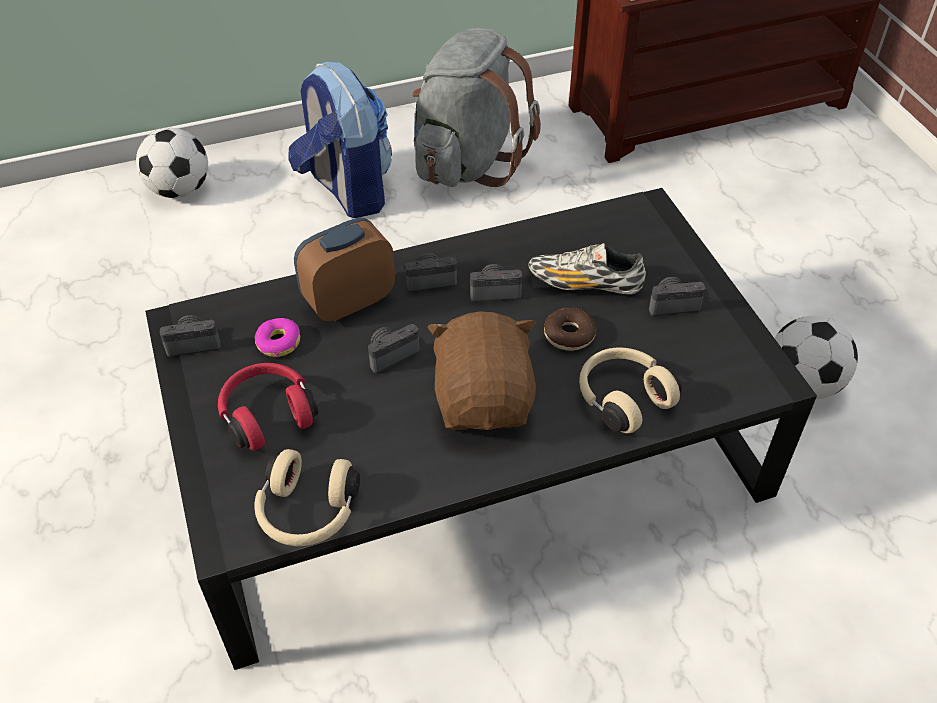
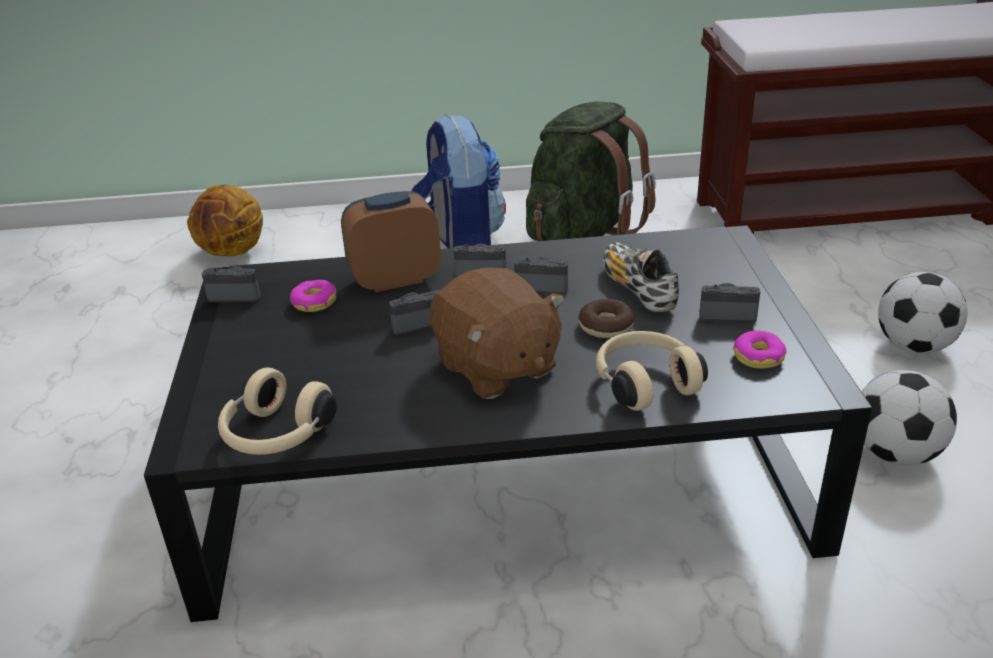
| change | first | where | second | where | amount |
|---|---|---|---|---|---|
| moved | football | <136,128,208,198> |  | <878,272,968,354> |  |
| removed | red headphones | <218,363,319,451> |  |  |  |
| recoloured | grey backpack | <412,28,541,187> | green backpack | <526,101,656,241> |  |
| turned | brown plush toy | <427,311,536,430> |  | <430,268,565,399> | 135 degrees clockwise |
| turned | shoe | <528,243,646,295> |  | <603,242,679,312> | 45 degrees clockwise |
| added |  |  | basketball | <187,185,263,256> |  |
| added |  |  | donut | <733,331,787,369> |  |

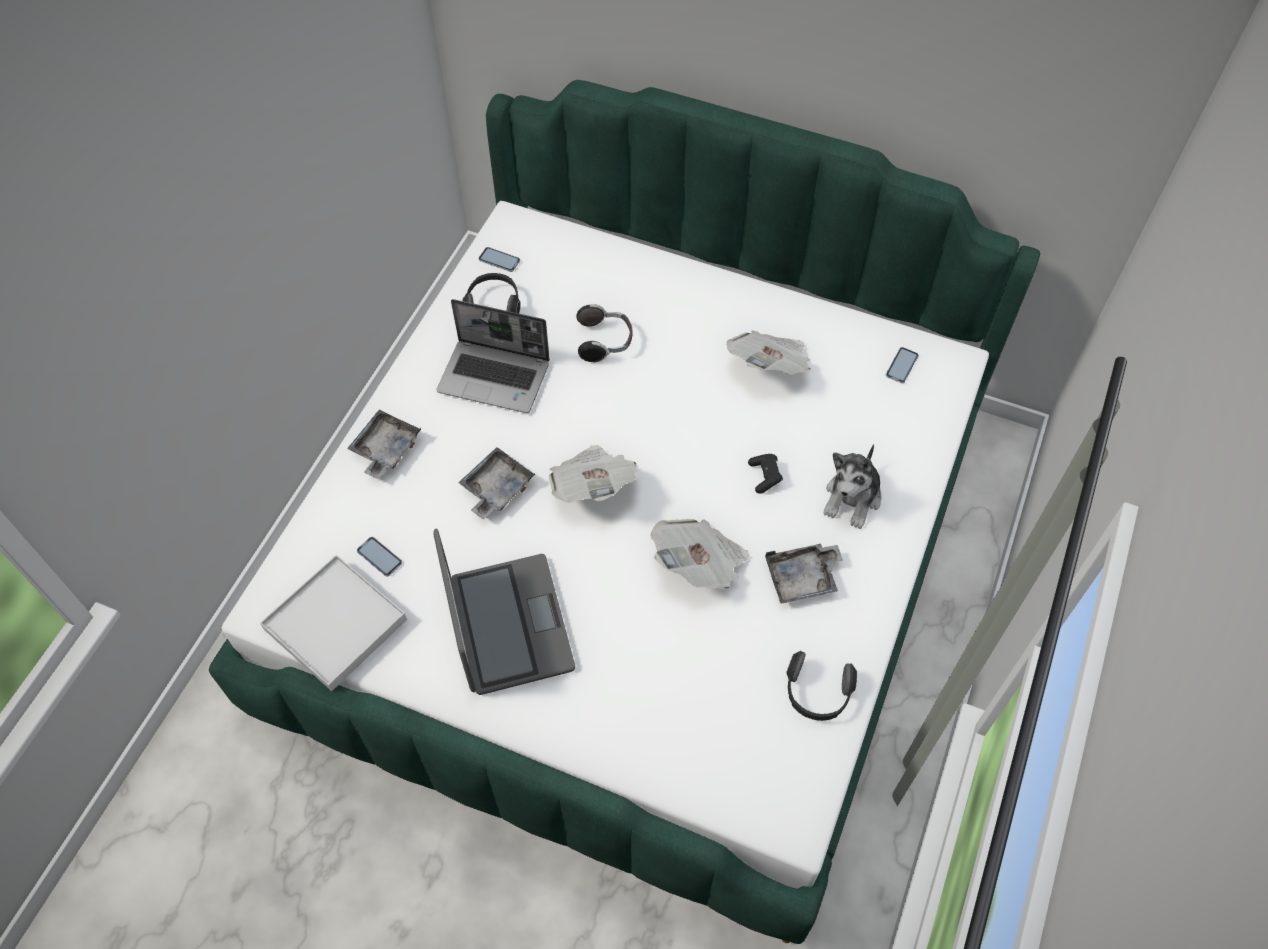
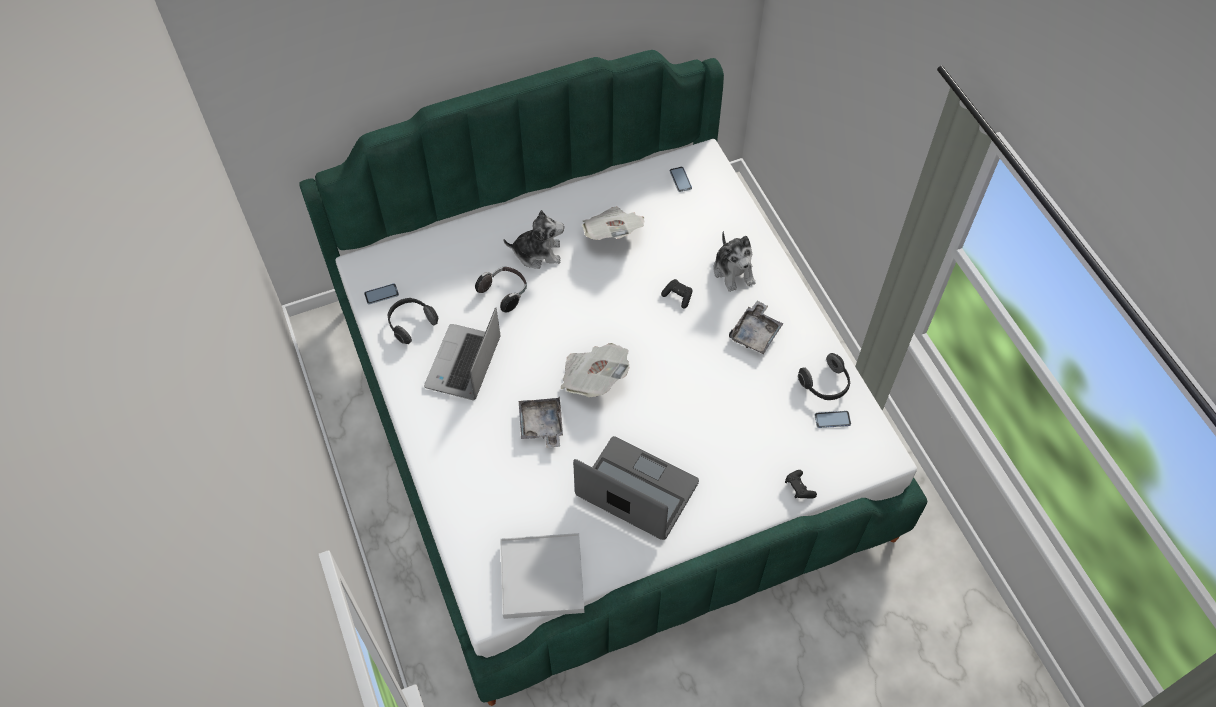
| change | first | where | second | where | amount |
|---|---|---|---|---|---|
| removed | grey tray | <347,410,421,479> |  |  |  |
| moved | phone | <357,537,402,577> |  | <814,411,851,428> |  |
| turned | laptop | <437,299,550,413> |  | <424,307,501,400> | 135 degrees clockwise |
| removed | newspaper | <651,519,749,589> |  |  |  |
| added |  |  | plush toy | <503,210,564,269> |  |
| added |  |  | black game controller | <785,470,817,499> |  |

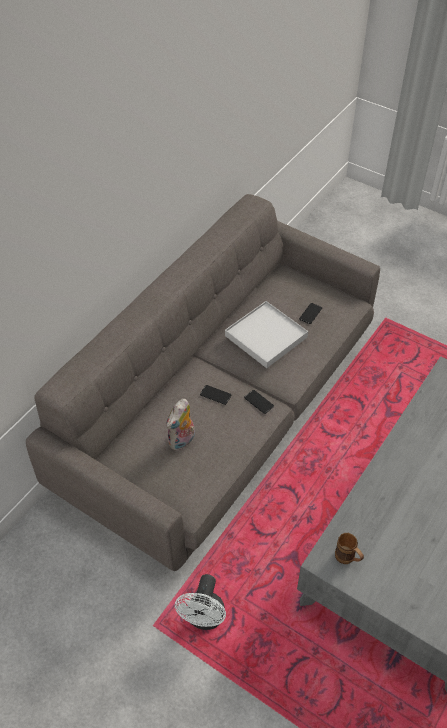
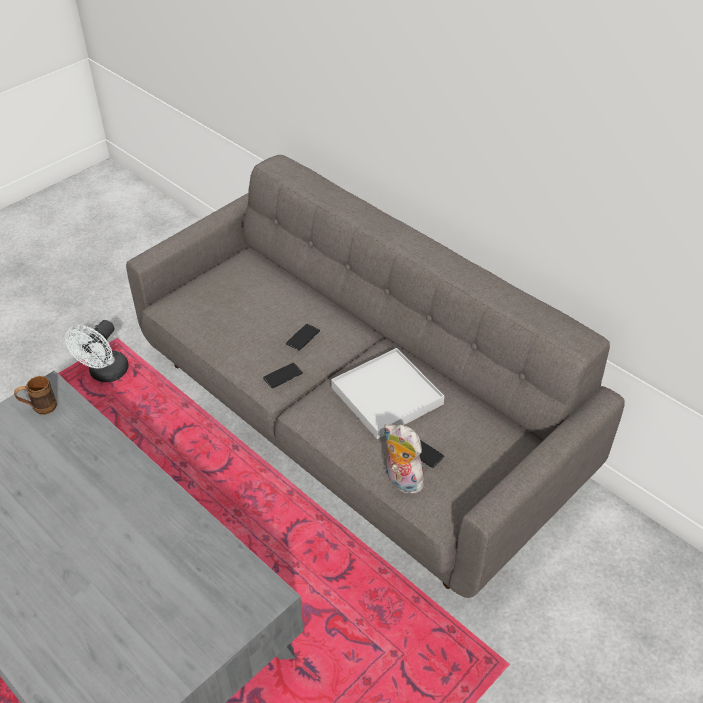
| change | first | where | second | where | amount |
|---|---|---|---|---|---|
| moved | plush toy | <167,399,195,451> |  | <384,424,424,494> |  |
| turned | white fan | <175,574,226,630> |  | <65,320,129,382> | 90 degrees counterclockwise |

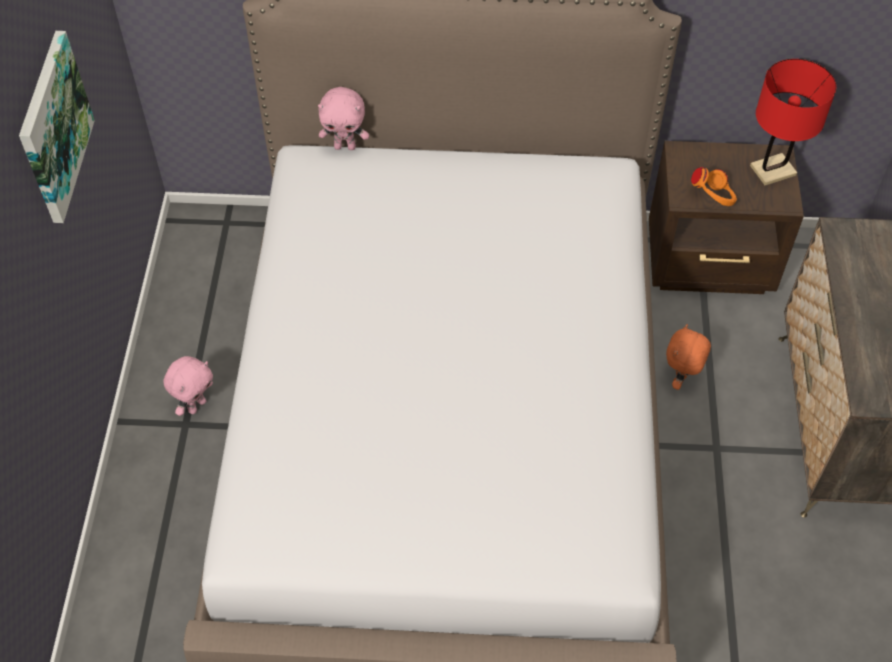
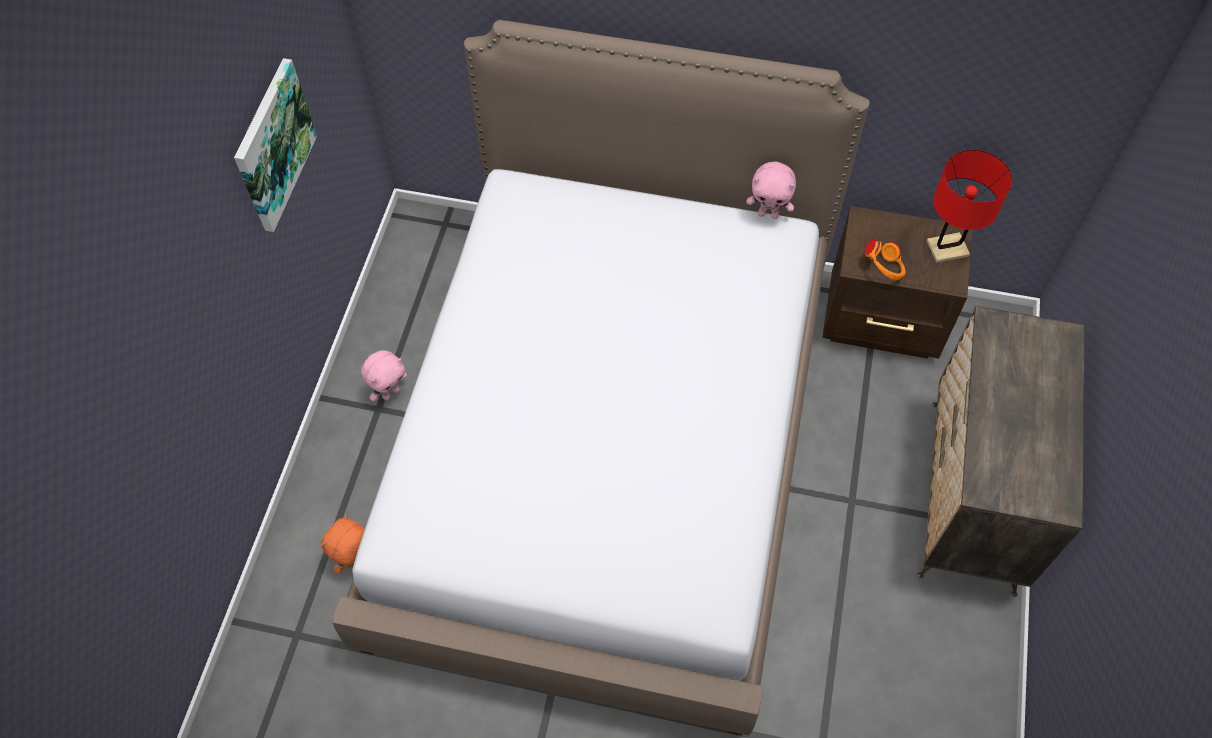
| change | first | where | second | where | amount |
|---|---|---|---|---|---|
| moved | pink plush toy | <318,87,369,150> |  | <746,162,796,219> |  |
| moved | orange plush toy | <666,324,711,390> |  | <321,514,365,574> |  |

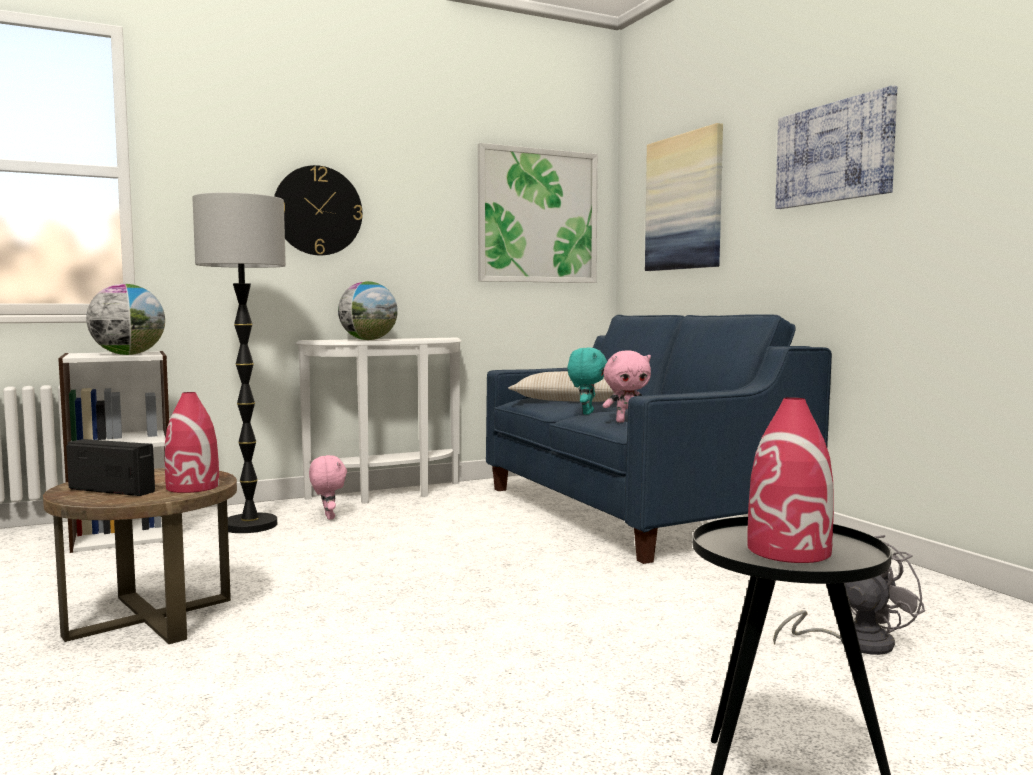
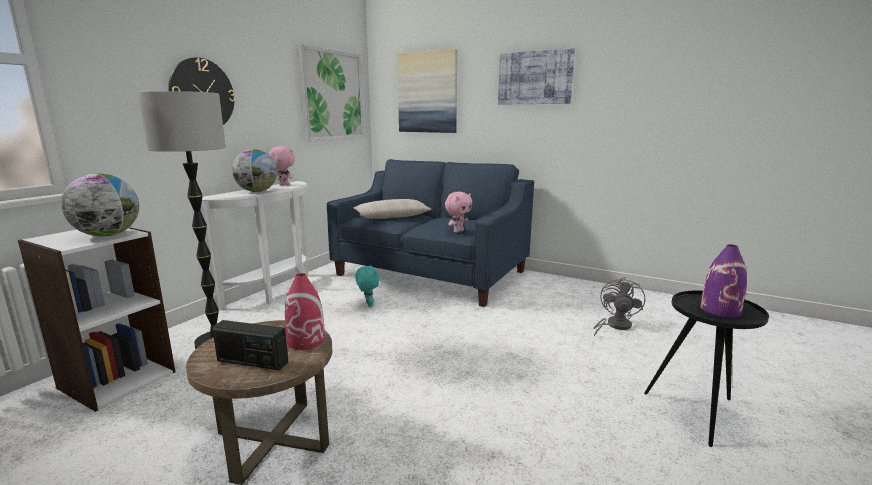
| change | first | where | second | where | amount |
|---|---|---|---|---|---|
| turned | radio | <66,439,155,496> |  | <213,320,288,370> | 150 degrees counterclockwise |
| moved | pink plush toy | <309,455,347,520> |  | <268,146,295,186> |  |
| moved | turquoise plush toy | <567,347,607,415> |  | <355,265,380,307> |  |
| recoloured | red vase | <747,397,834,563> | purple vase | <700,244,747,318> |  |

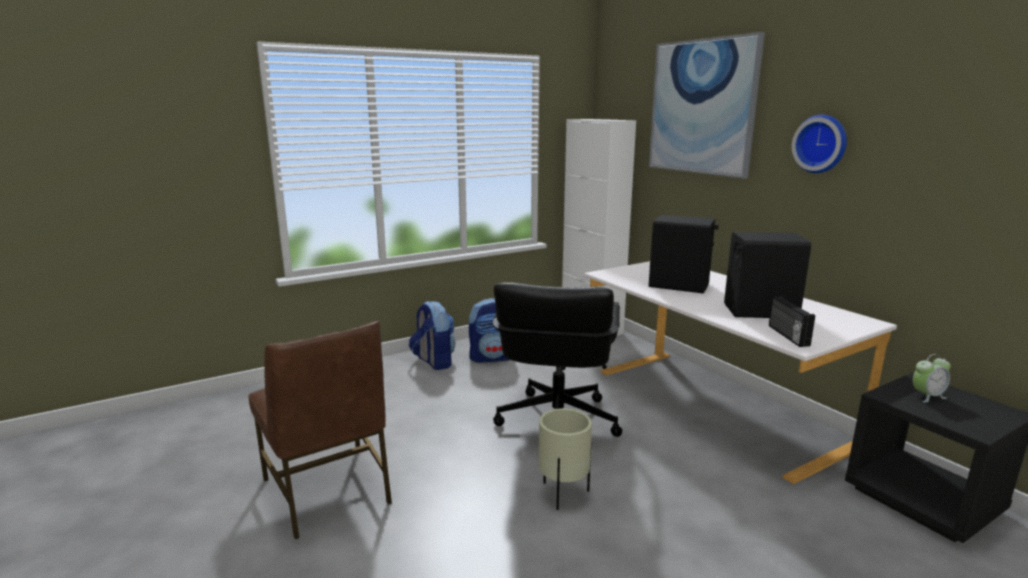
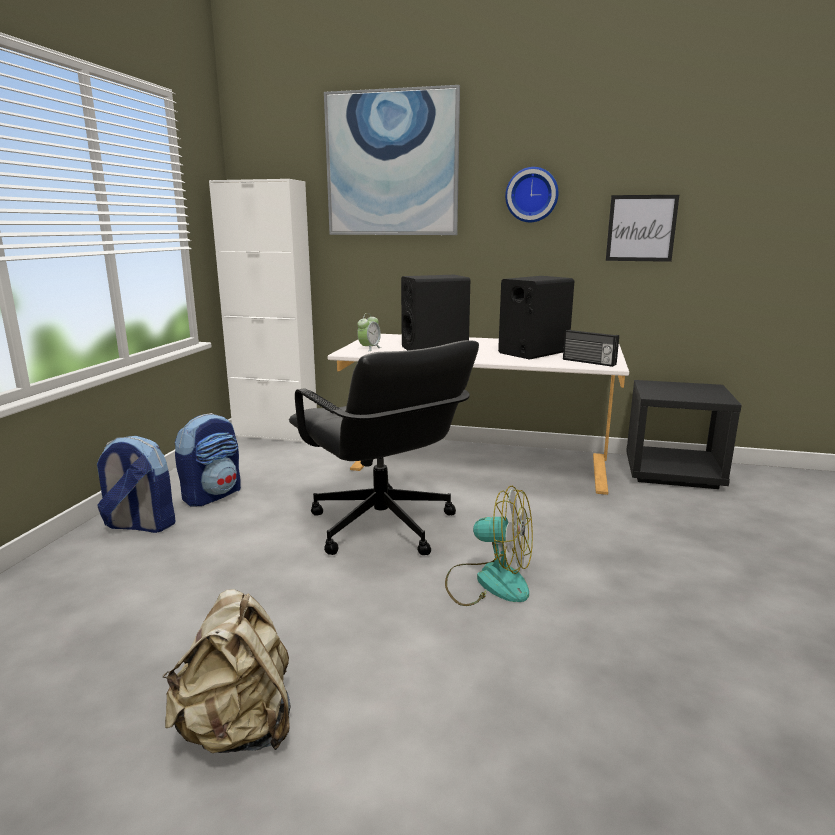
| change | first | where | second | where | amount |
|---|---|---|---|---|---|
| replaced | brown chair | <248,321,392,539> | beige backpack | <163,589,291,753> |  |
| replaced | beige planter | <539,408,592,510> | fan | <445,486,533,606> |  |
| moved | alarm clock | <913,354,951,403> |  | <357,313,381,352> |  |
| added |  |  | picture | <606,195,679,262> |  |

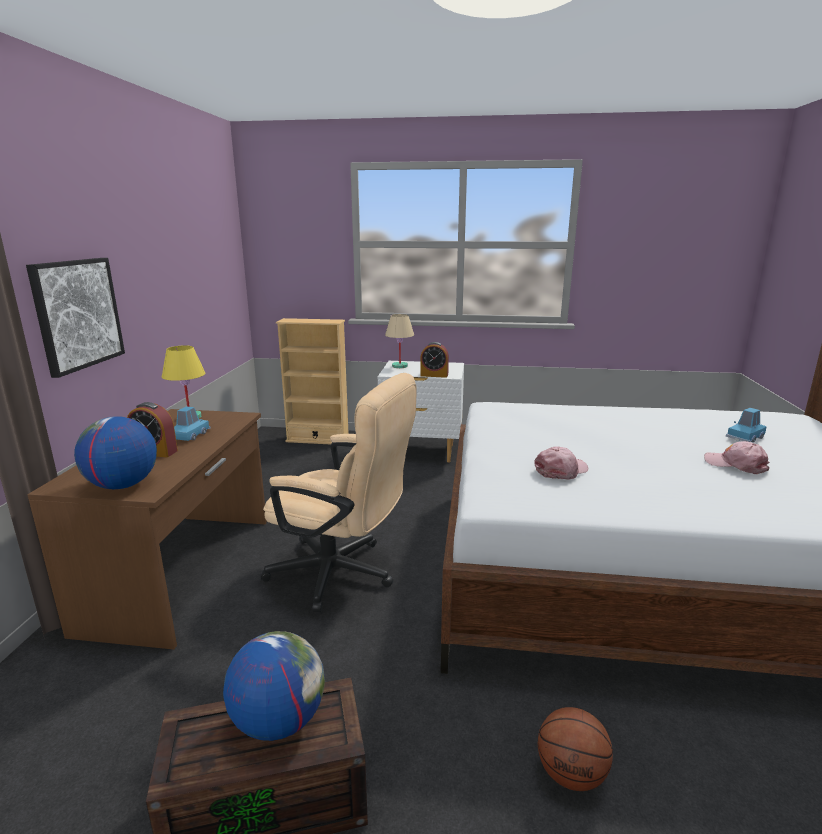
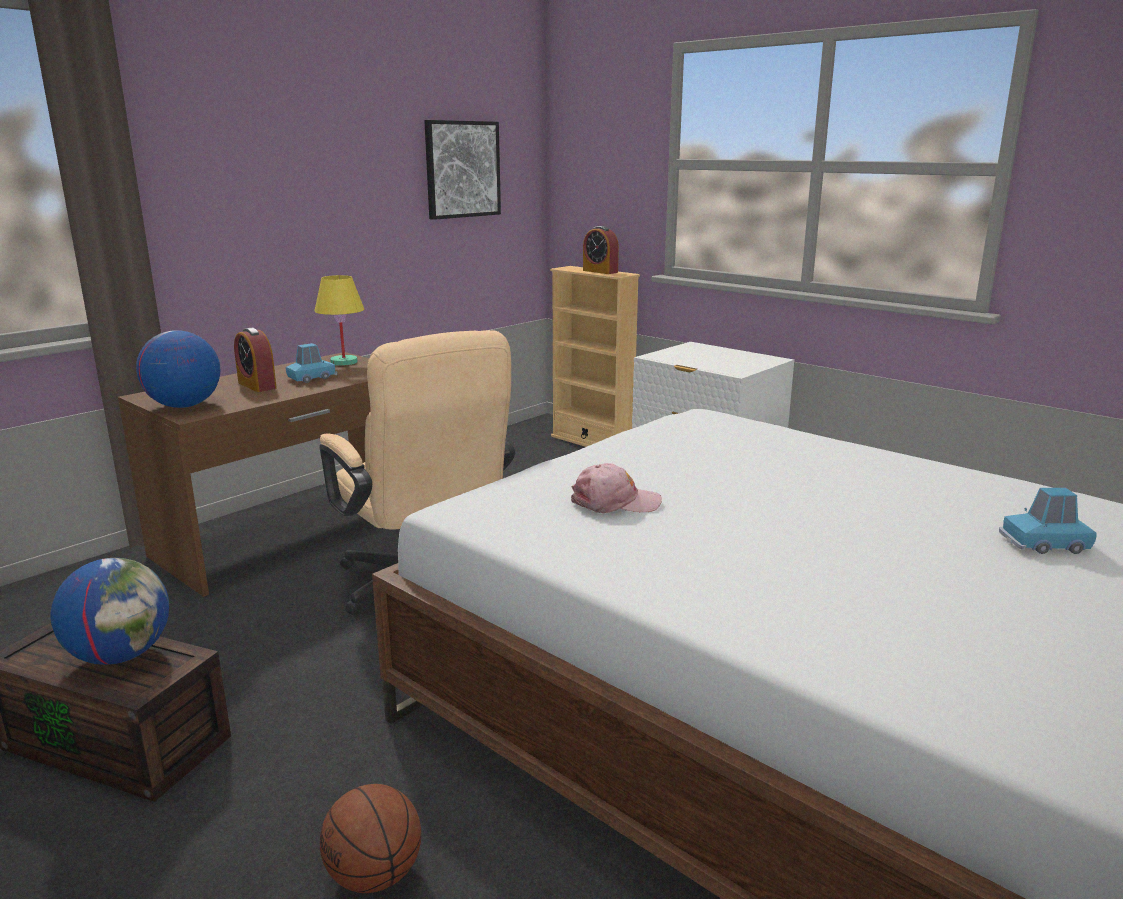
| change | first | where | second | where | amount |
|---|---|---|---|---|---|
| moved | picture | <26,258,125,378> |  | <424,120,501,220> |  |
| removed | beige table lamp | <385,314,414,368> |  |  |  |
| moved | alarm clock | <420,342,449,378> |  | <583,226,619,274> |  |
| removed | pink cap | <704,441,769,474> |  |  |  |

